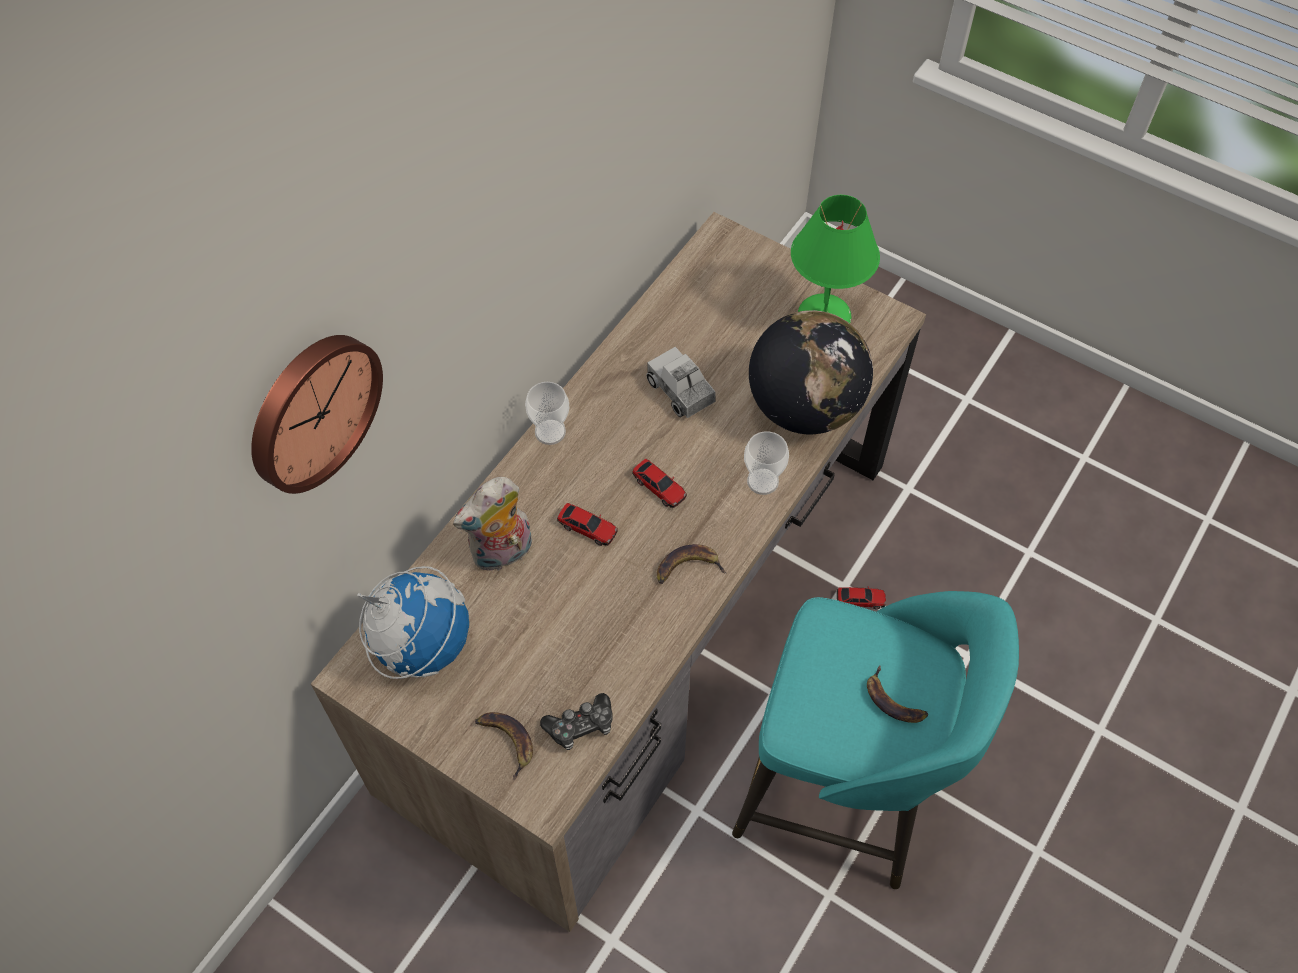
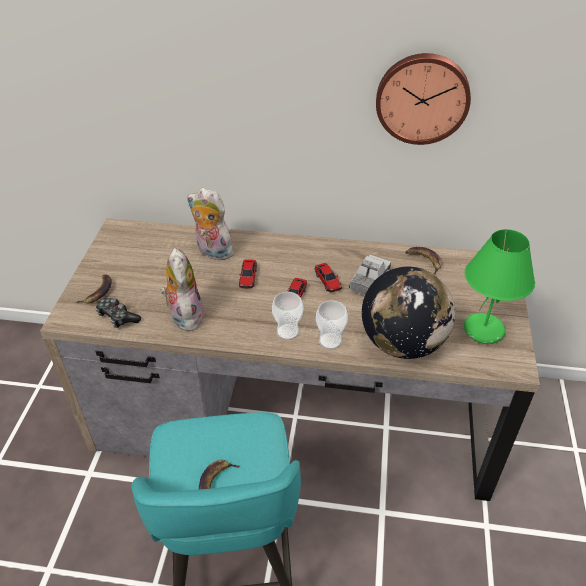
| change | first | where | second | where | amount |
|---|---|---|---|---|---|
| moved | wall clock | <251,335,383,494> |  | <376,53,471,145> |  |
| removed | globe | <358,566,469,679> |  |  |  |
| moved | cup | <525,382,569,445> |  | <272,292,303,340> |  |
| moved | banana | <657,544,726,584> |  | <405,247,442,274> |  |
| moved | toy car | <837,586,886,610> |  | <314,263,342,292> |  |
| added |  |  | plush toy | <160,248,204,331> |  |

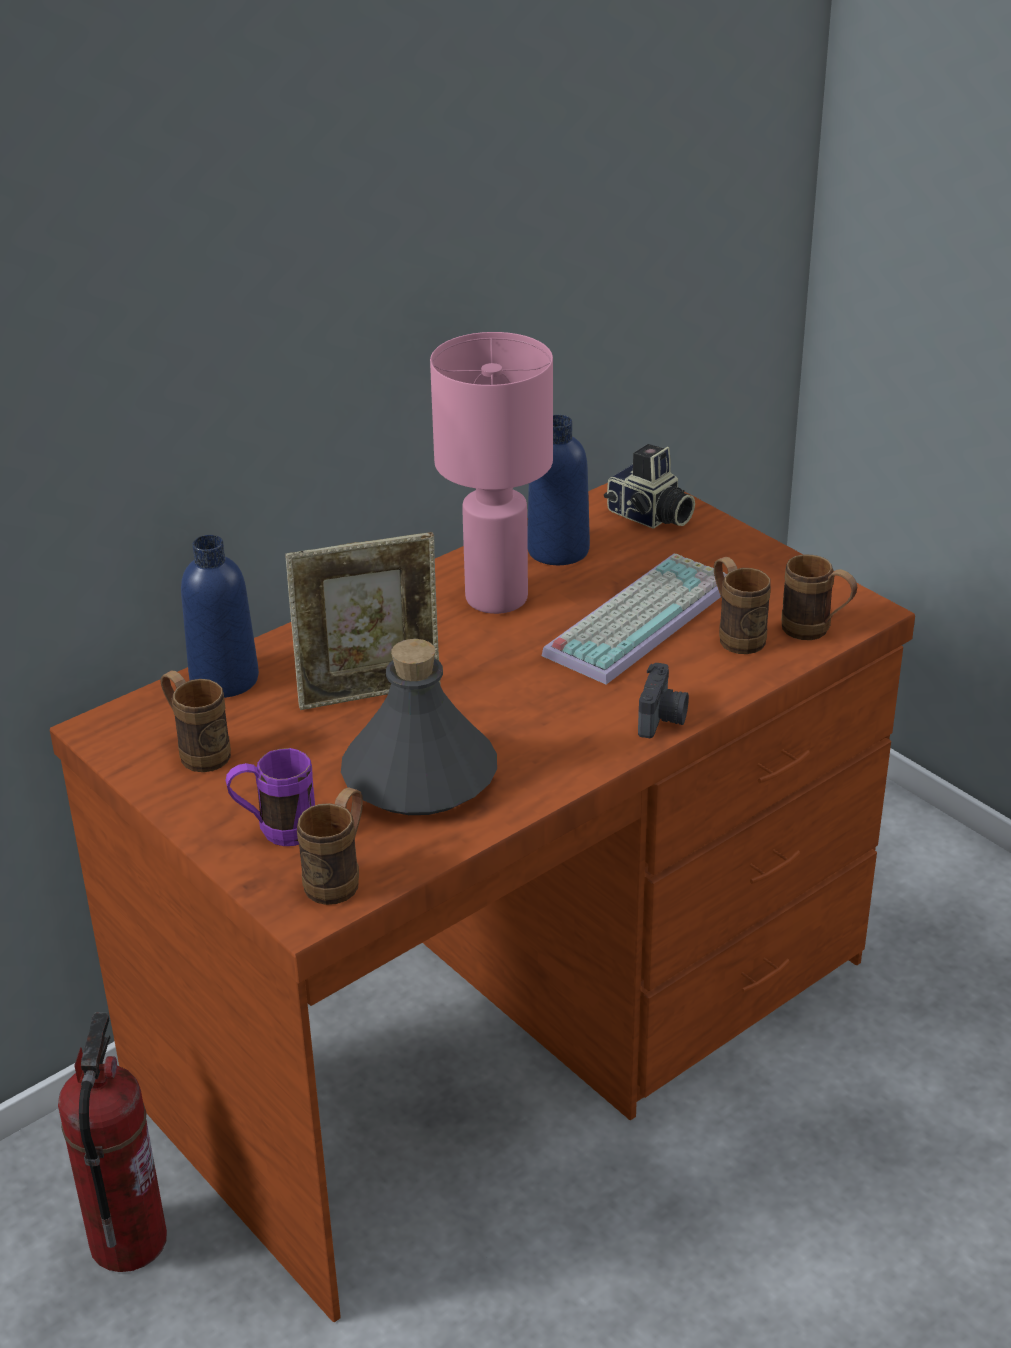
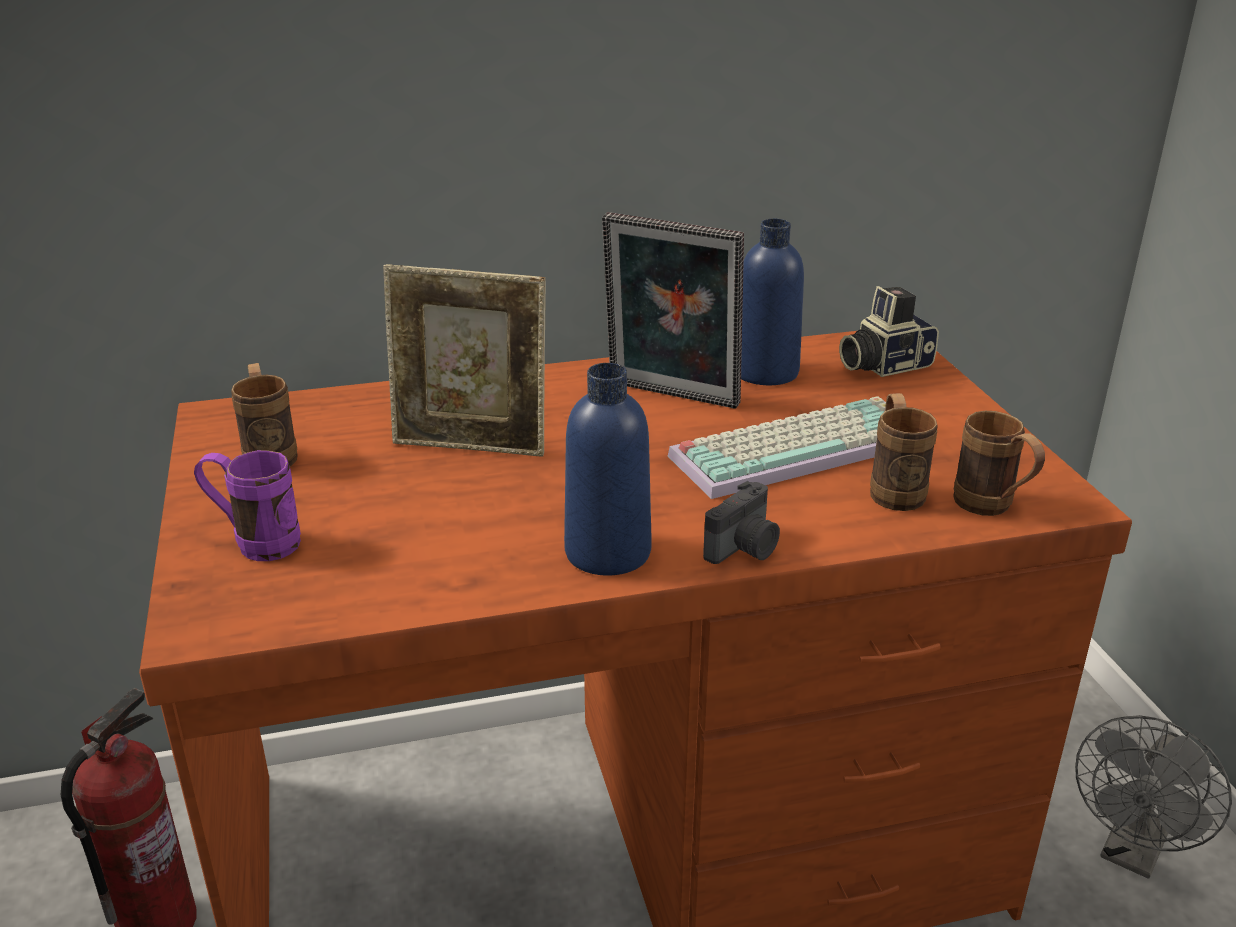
| change | first | where | second | where | amount |
|---|---|---|---|---|---|
| moved | blue bottle | <181,535,259,698> |  | <564,363,652,576> |  |
| removed | brown mug | <297,787,363,905> |  |  |  |
| removed | grey bottle | <341,639,497,815> |  |  |  |
| replaced | pink table lamp | <430,332,553,614> | picture frame | <602,212,744,409> |  |
| turned | photo camera | <604,444,695,529> |  | <839,286,939,377> | 90 degrees clockwise |
| added |  |  | grey fan | <1075,715,1232,879> |  |

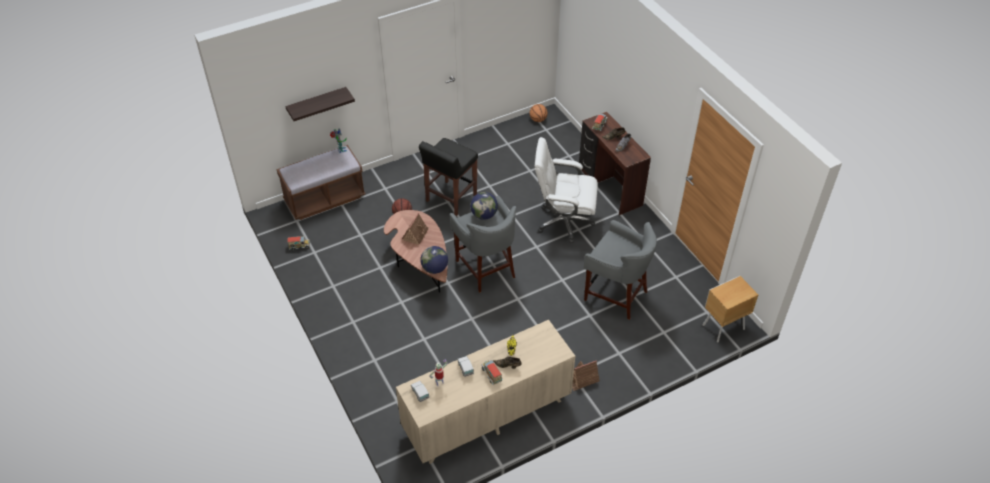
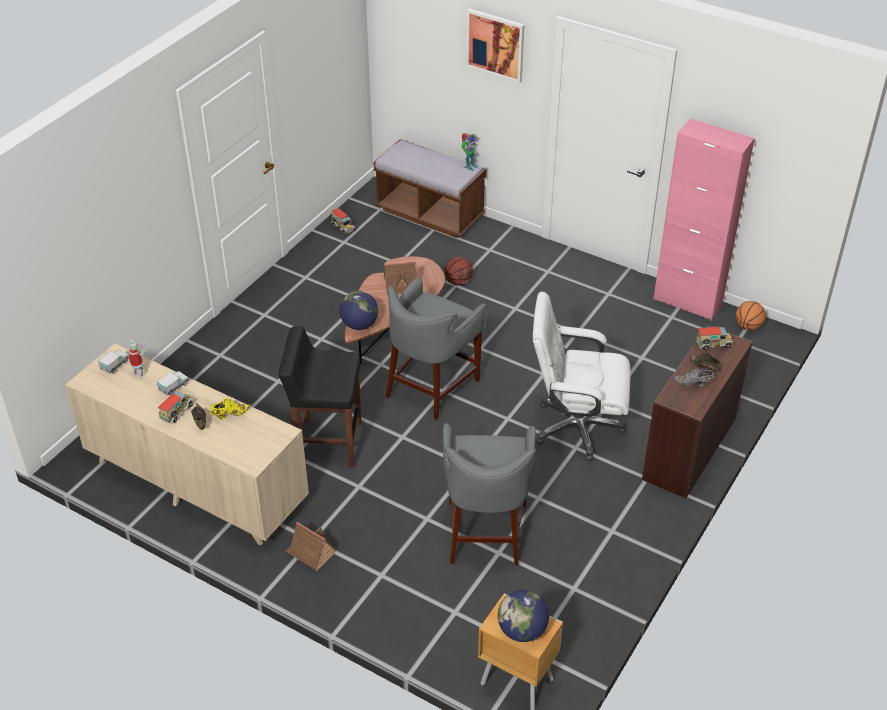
| change | first | where | second | where | amount |
|---|---|---|---|---|---|
| removed | shelf | <285,87,355,121> |  |  |  |
| moved | black stool | <419,138,478,216> |  | <279,326,362,467> |  |
| moved | globe | <470,192,498,220> |  | <498,590,549,642> |  |
| turned | white office chair | <535,137,598,243> |  | <533,292,631,461> | 60 degrees counterclockwise |
| added |  |  | picture | <466,8,525,83> |  |
| added |  |  | pink cabinet | <653,119,755,321> |  |

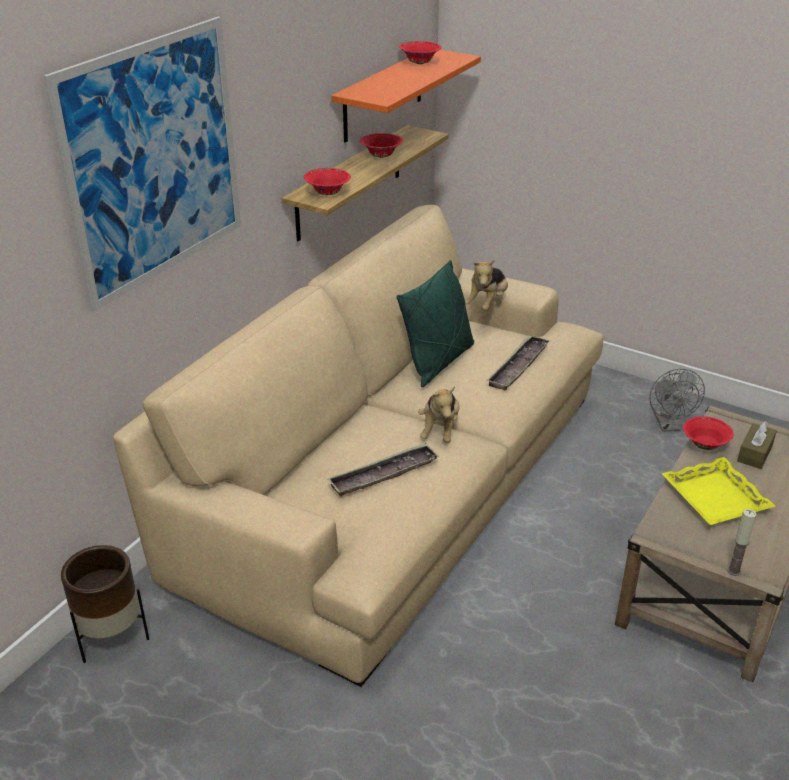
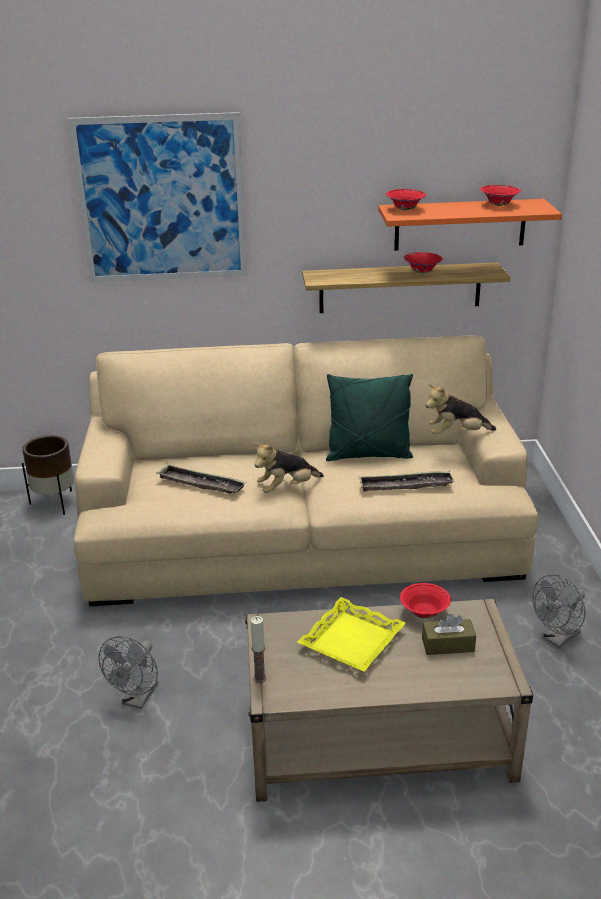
| change | first | where | second | where | amount |
|---|---|---|---|---|---|
| moved | red bowl | <304,168,351,195> |  | <386,189,426,210> |  |
| added |  |  | grey fan | <98,636,158,709> |  |

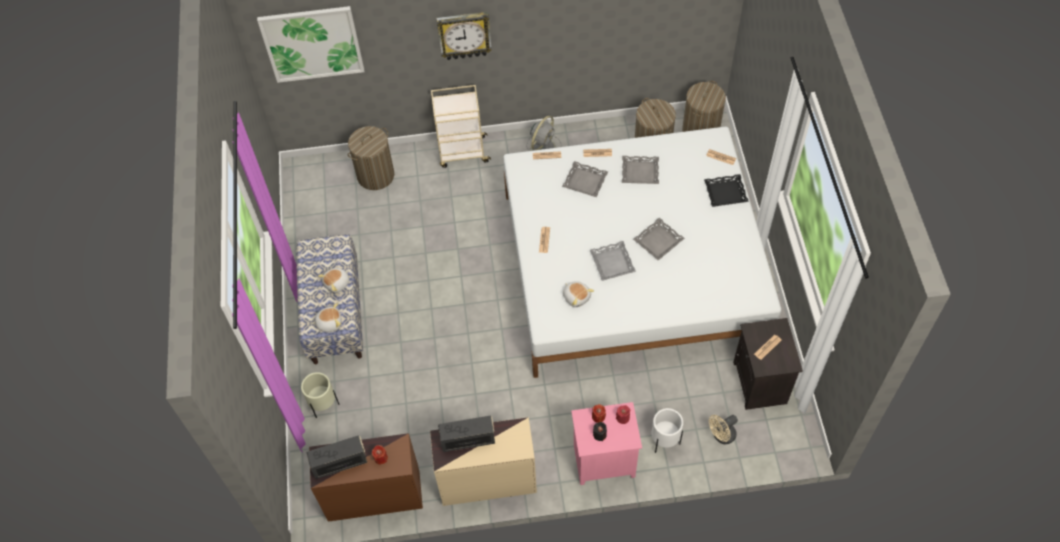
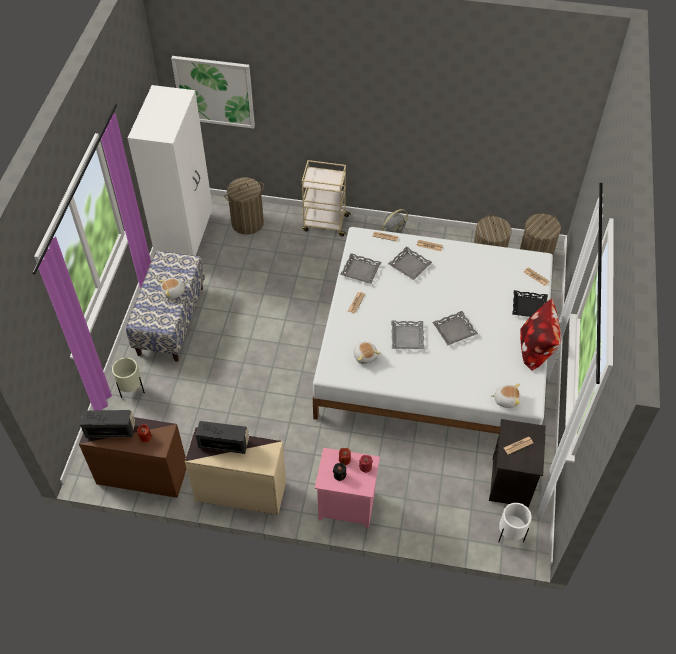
| change | first | where | second | where | amount |
|---|---|---|---|---|---|
| moved | plush toy | <312,303,342,332> |  | <491,384,520,408> |  |
| removed | wall clock | <437,12,492,60> |  |  |  |
| moved | grey tray | <622,156,659,184> |  | <340,253,381,284> |  |
| moved | white planter | <651,408,683,453> |  | <498,503,531,542> |  |
| removed | beige fan | <709,415,738,444> |  |  |  |
| added |  |  | white wardrobe | <128,85,213,256> |  |
| added |  |  | pillow | <520,299,561,371> |  |

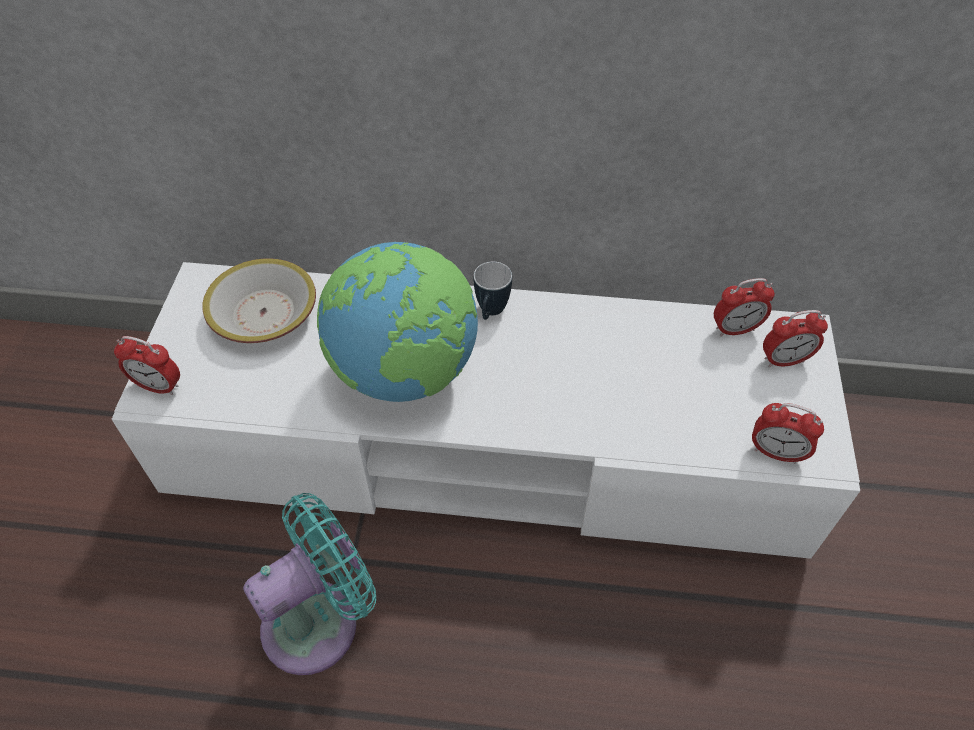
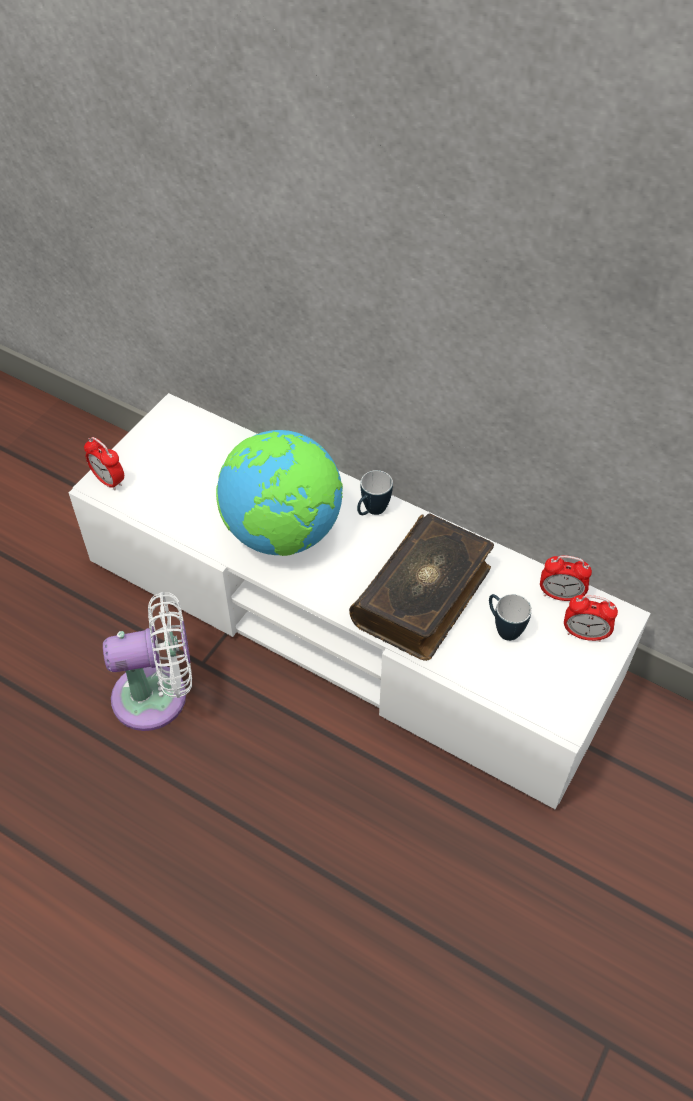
| change | first | where | second | where | amount |
|---|---|---|---|---|---|
| removed | bowl | <202,258,316,343> |  |  |  |
| recoloured | turquoise fan | <243,493,376,675> | white fan | <103,592,192,731> |  |
| removed | alarm clock | <752,403,824,464> |  |  |  |
| added |  |  | book | <349,513,494,661> |  |
| added |  |  | mug | <489,594,532,641> |  |

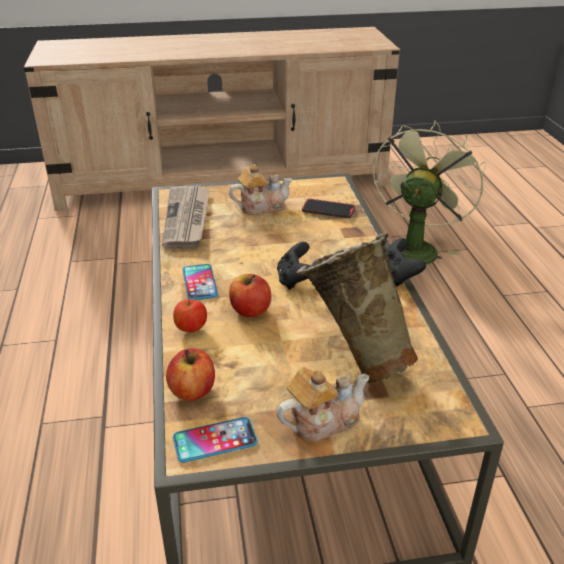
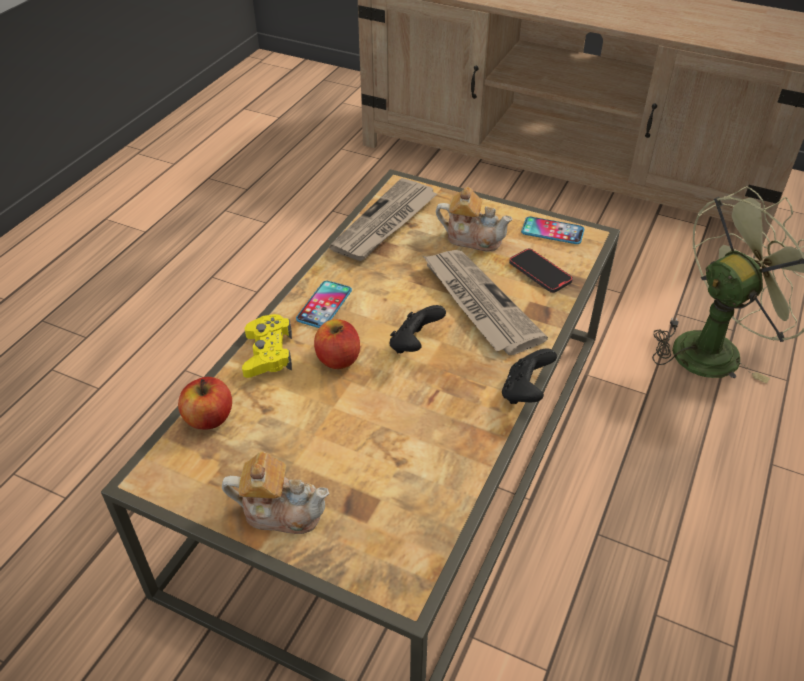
| change | first | where | second | where | amount |
|---|---|---|---|---|---|
| replaced | apple | <173,299,207,333> | yellow game controller | <242,314,292,378> |  |
| moved | phone | <173,417,258,463> |  | <521,217,584,244> |  |
| removed | beige vase | <296,233,418,383> |  |  |  |
| added |  |  | newspaper | <423,250,548,355> |  |

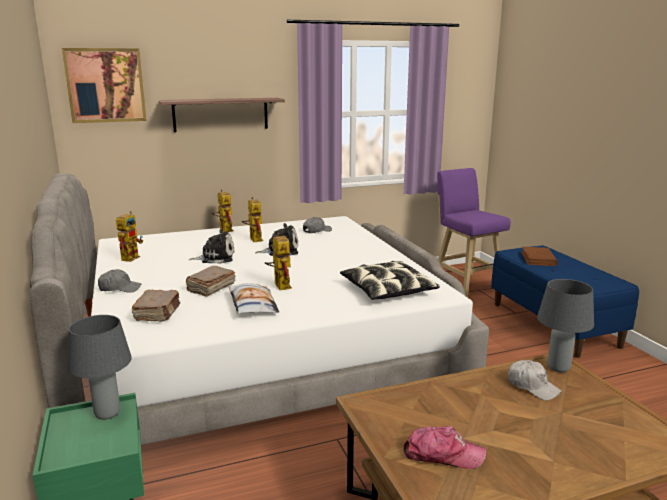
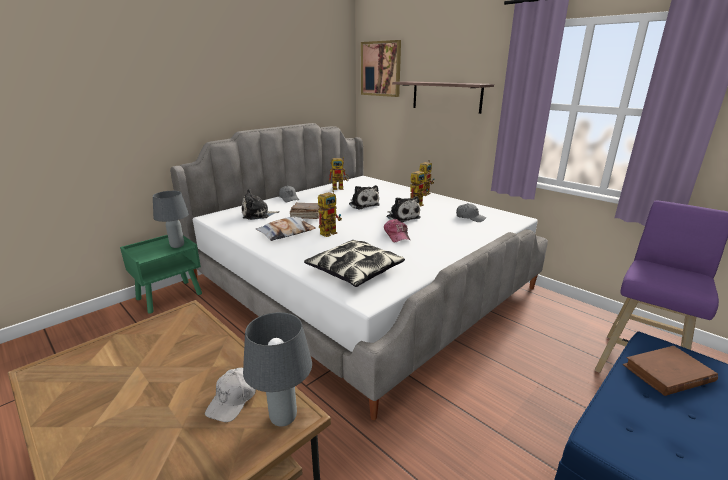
| change | first | where | second | where | amount |
|---|---|---|---|---|---|
| replaced | brown book | <132,290,180,322> | plush toy | <242,189,280,220> |  |
| moved | cap | <403,426,486,469> |  | <384,219,411,243> |  |

